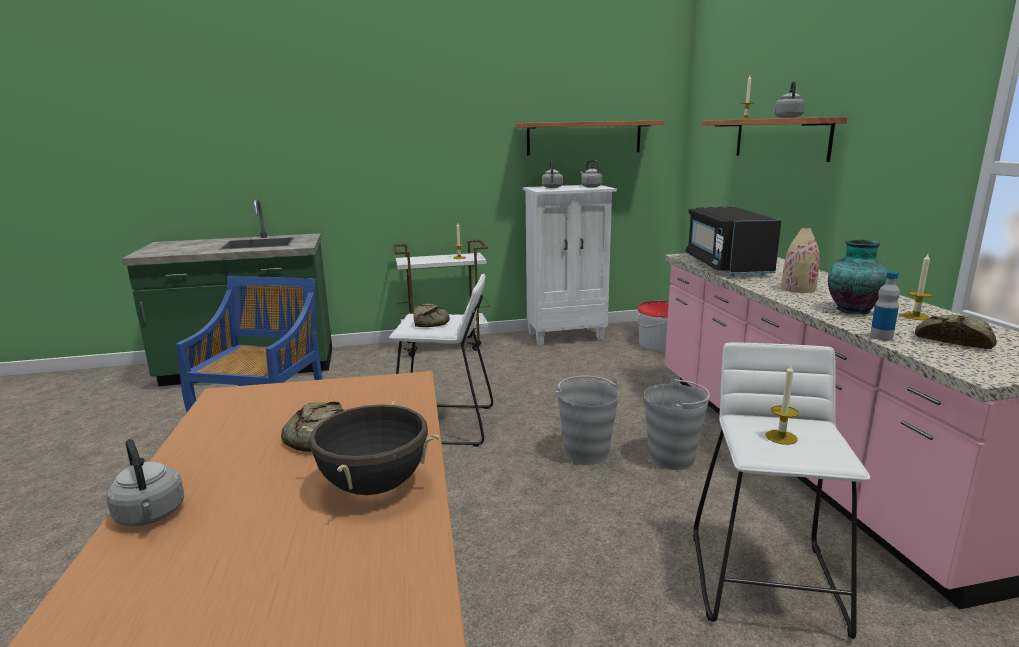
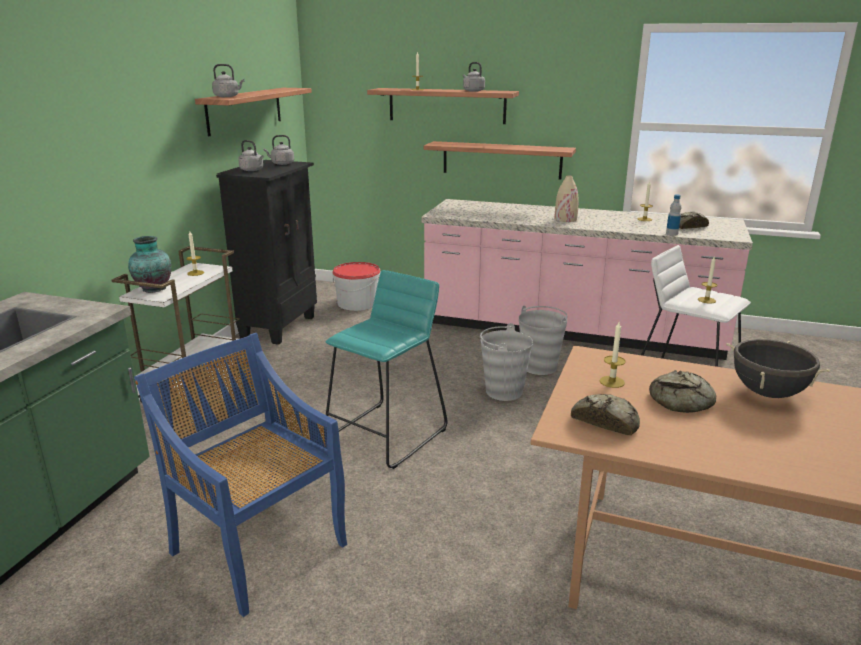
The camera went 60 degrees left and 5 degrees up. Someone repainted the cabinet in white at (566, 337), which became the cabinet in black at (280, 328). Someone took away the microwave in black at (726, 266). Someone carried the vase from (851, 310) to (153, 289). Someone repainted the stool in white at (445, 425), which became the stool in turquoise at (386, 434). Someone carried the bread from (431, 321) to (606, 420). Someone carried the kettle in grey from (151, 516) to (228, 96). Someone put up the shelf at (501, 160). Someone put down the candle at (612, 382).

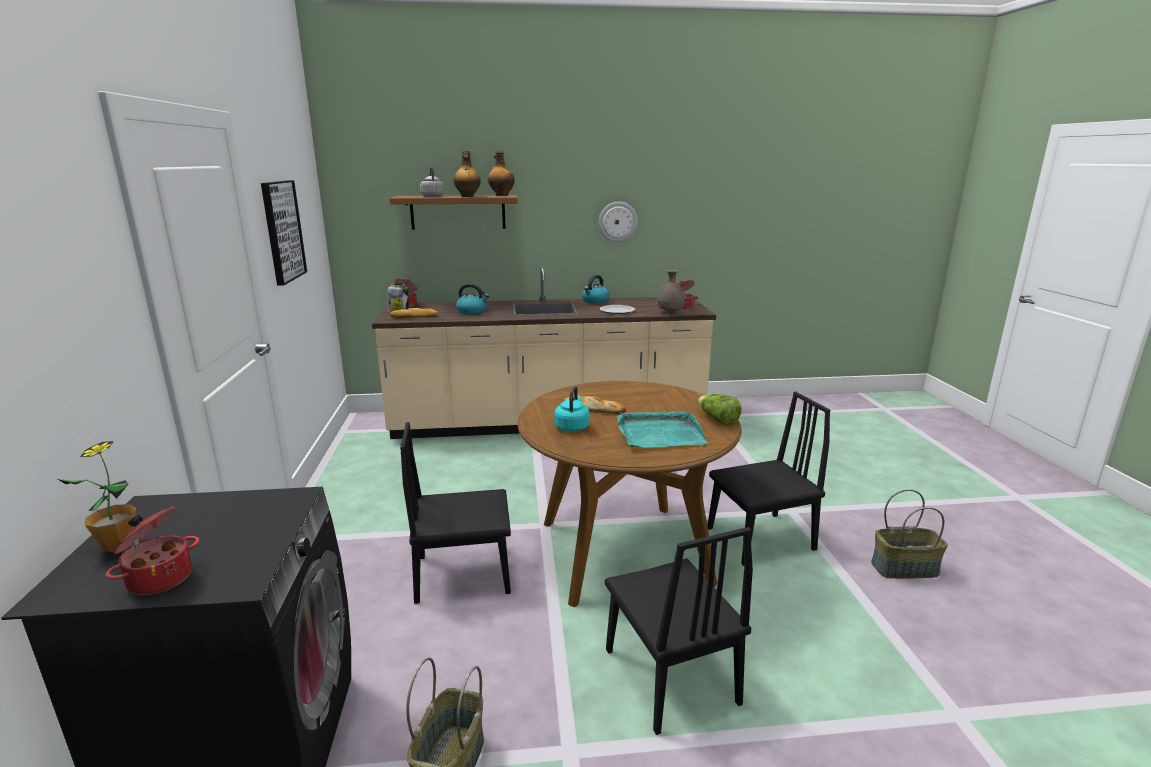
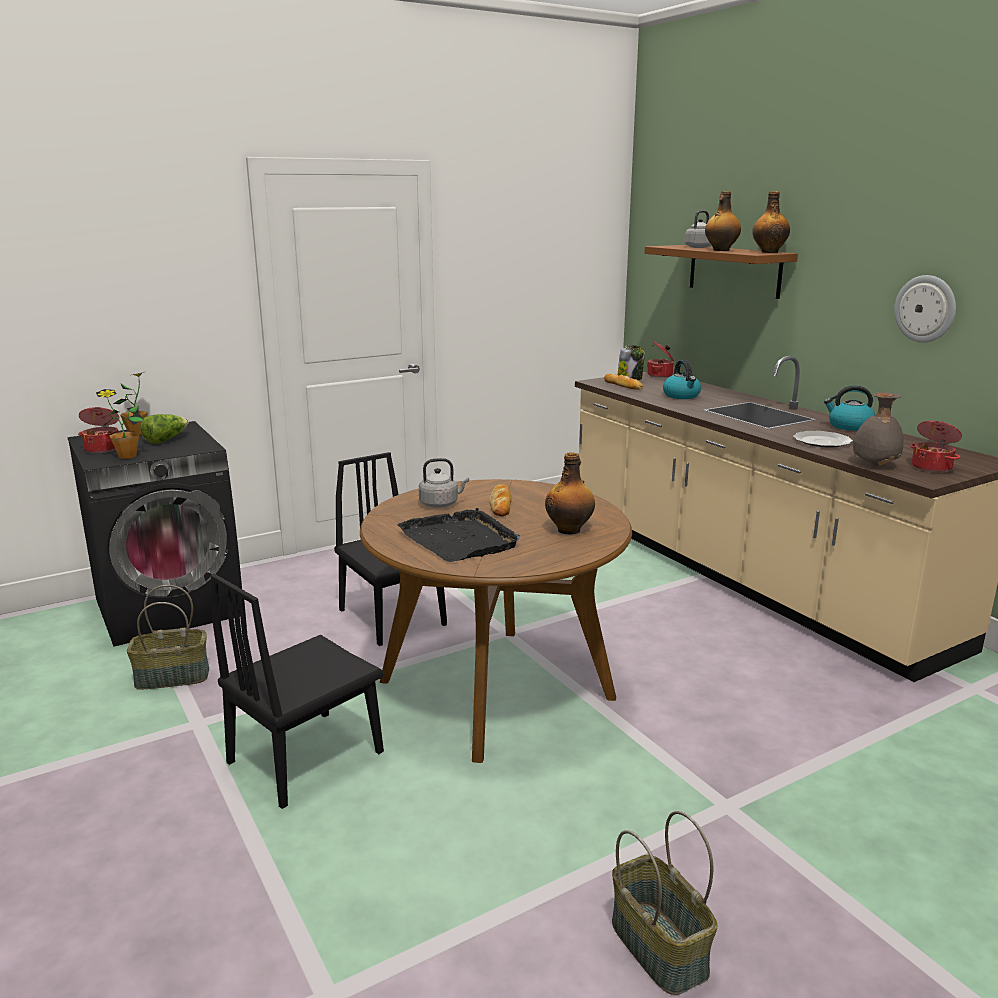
The camera went 65 degrees right and 0 degrees up. Someone took away the picture at (282, 231). Someone repainted the kettle in turquoise at (572, 427), which became the kettle in grey at (441, 504). Someone took away the chair in black at (760, 538). Someone carried the lettuce from (717, 420) to (165, 440). Someone repainted the tray in turquoise at (659, 433), which became the tray in black at (460, 539). Someone put down the potted plant at (127, 456). Someone put down the bottle at (569, 530).

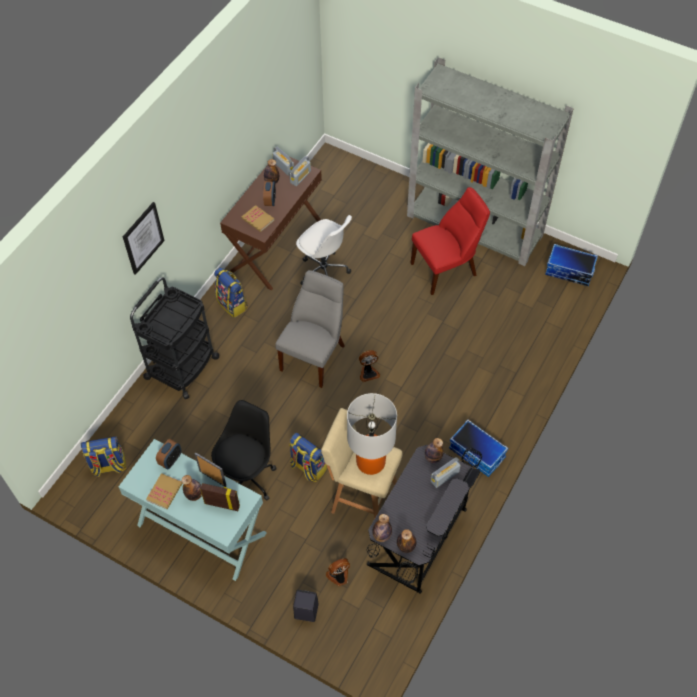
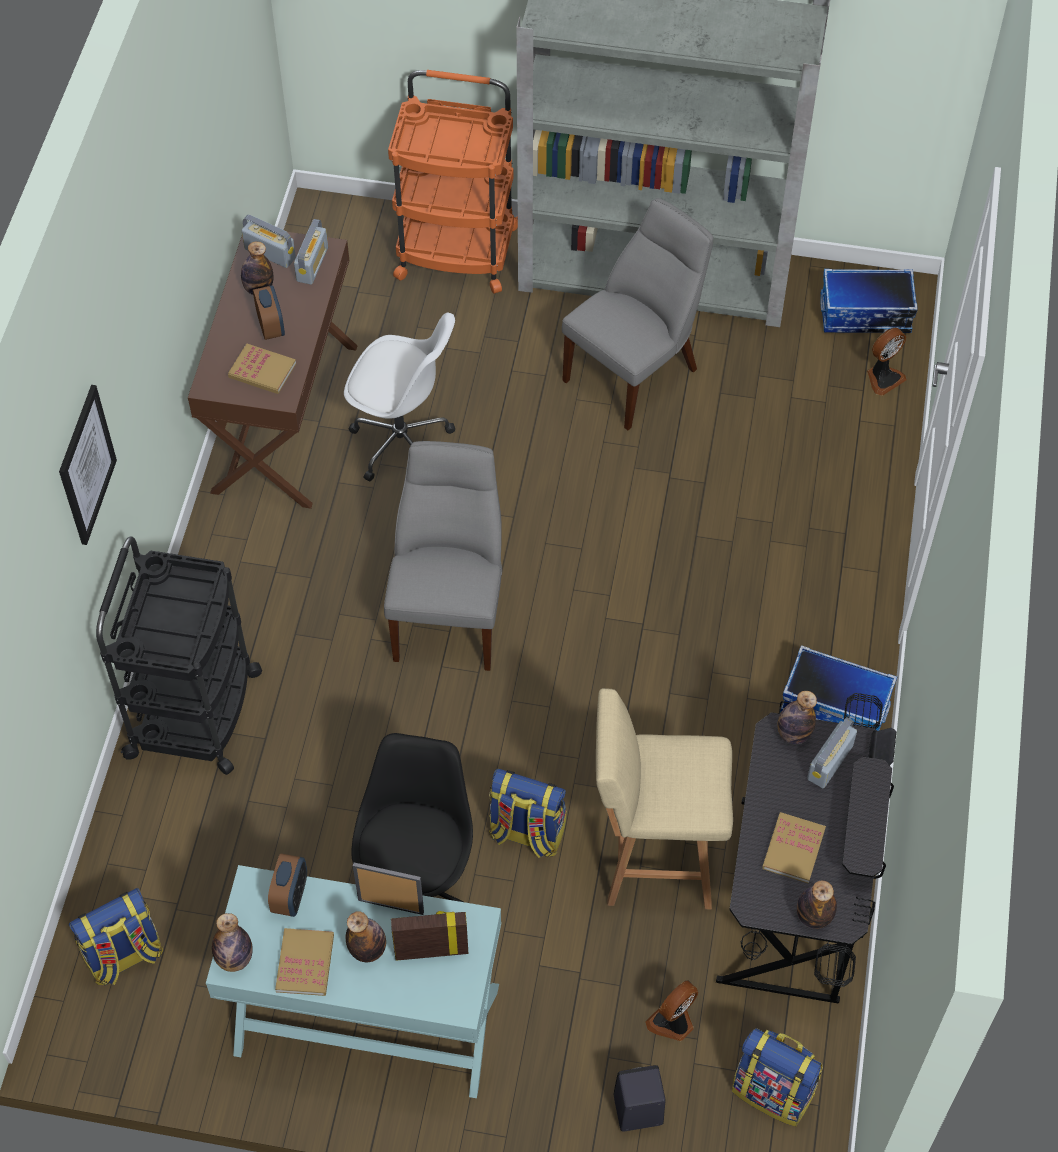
The camera went 20 degrees left and 0 degrees up. Someone repainted the chair in red at (446, 269), which became the chair in grey at (635, 372). Someone carried the backpack from (232, 304) to (774, 1091). Someone carried the fan from (368, 373) to (883, 377). Someone took away the table lamp at (370, 462). Someone carried the bottle from (381, 535) to (234, 959). Someone put down the cart in orange at (456, 253). Someone put down the book at (793, 849).

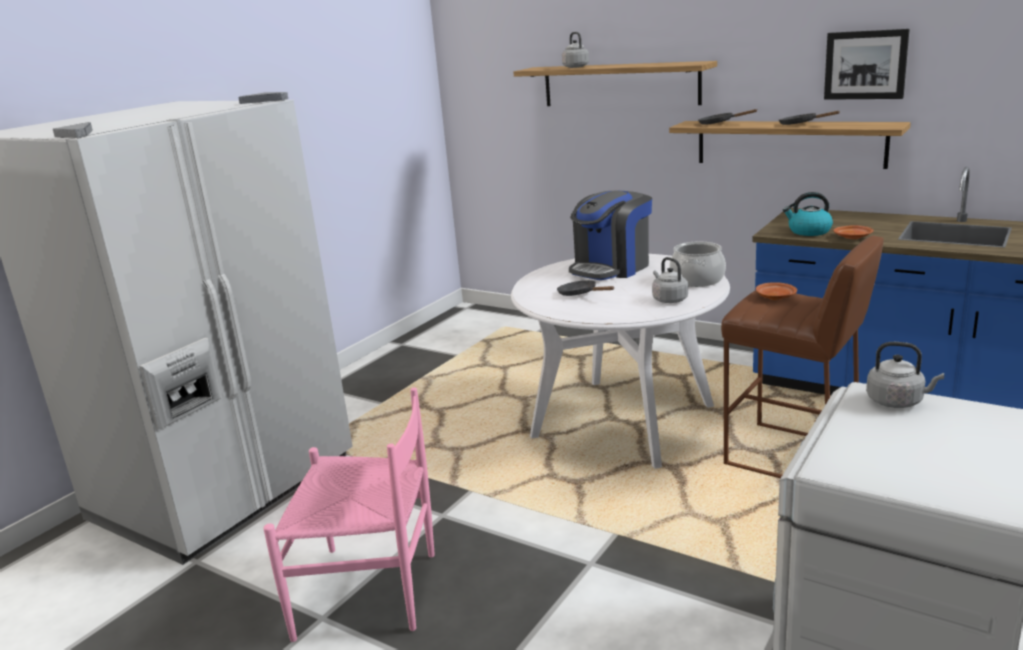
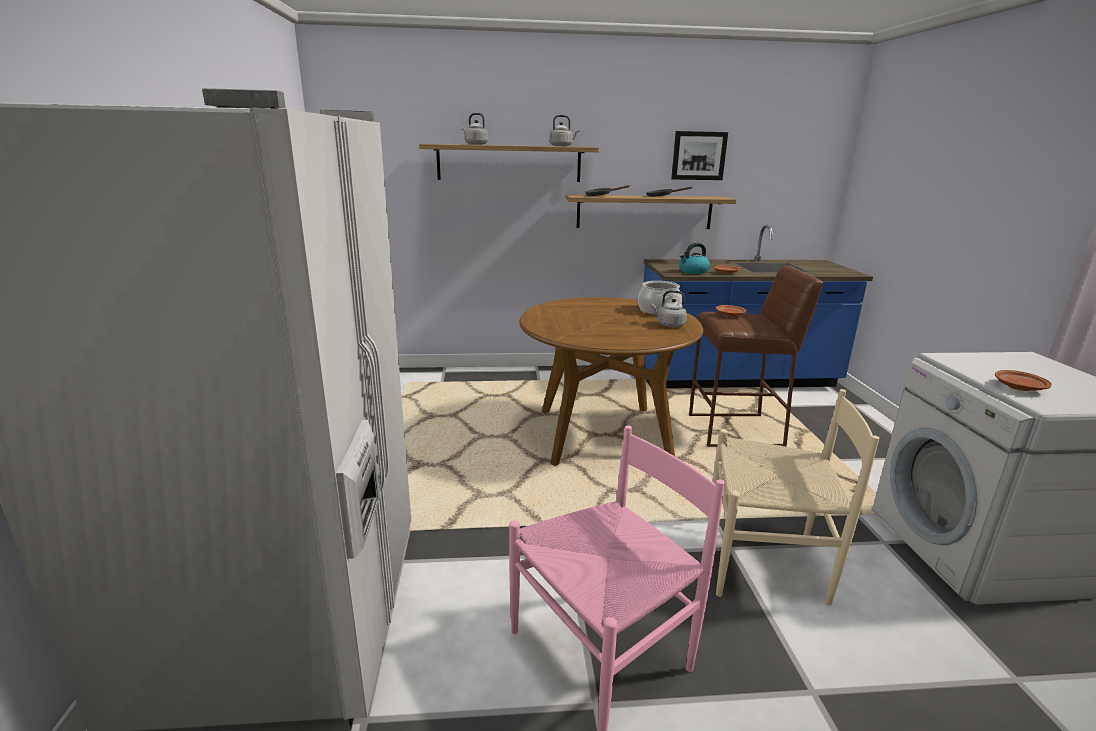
The camera went 40 degrees left and 0 degrees up. Someone took away the coffee machine at (611, 268). Someone repainted the dining table in white at (623, 421), which became the dining table in brown at (603, 435). Someone took away the frying pan in black at (580, 294). Someone carried the kettle in grey from (897, 401) to (562, 146). Someone put down the plate in brown at (1019, 387). Someone put down the chair in beige at (766, 561).

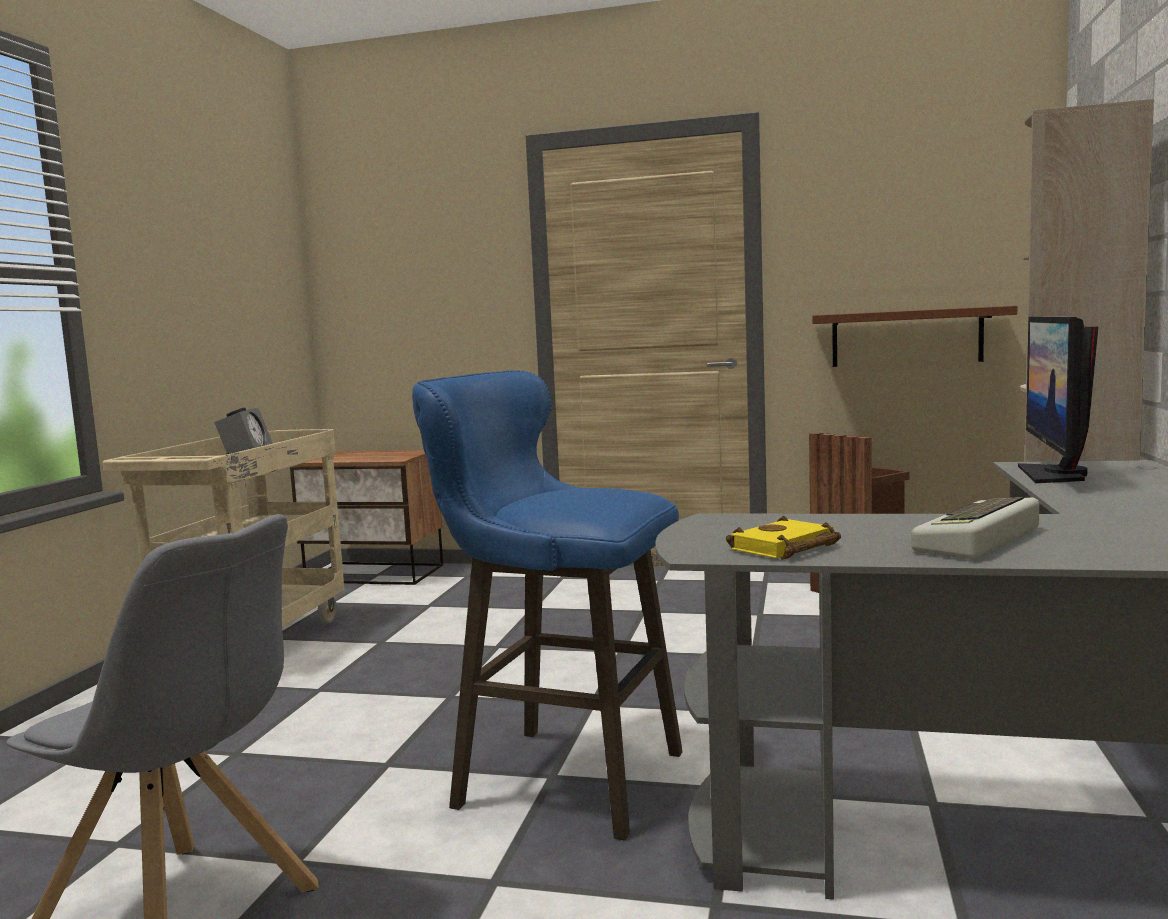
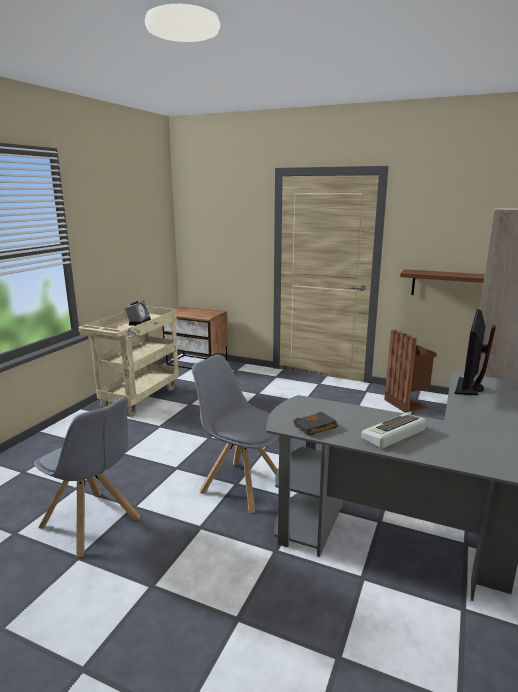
The camera went 10 degrees right and 10 degrees up. Someone swapped the stool in blue at (560, 777) for the chair in grey at (239, 485). Someone repainted the book in yellow at (784, 548), which became the book in black at (315, 427).

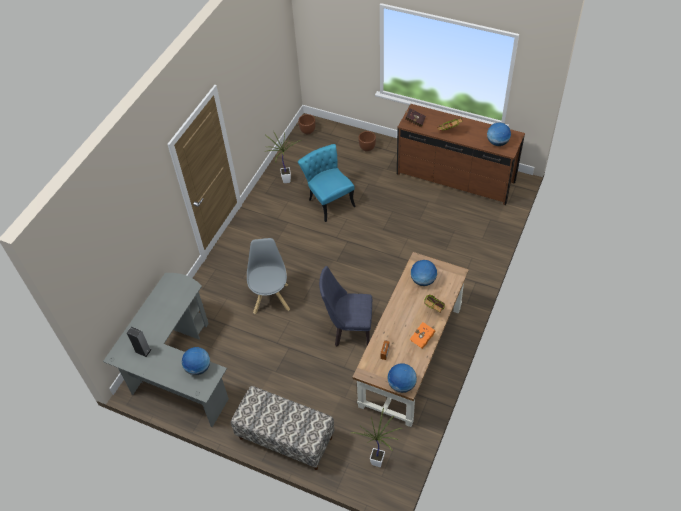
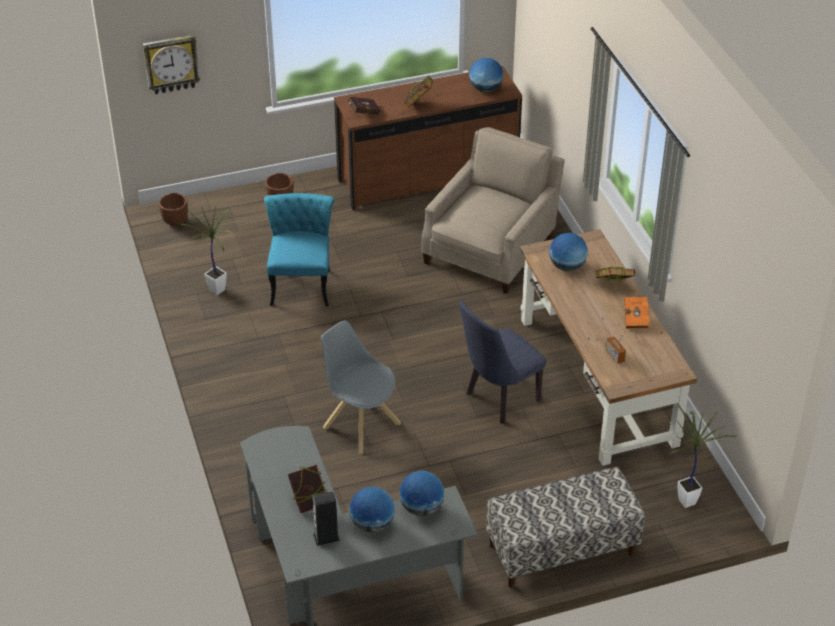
The camera went 45 degrees left and 10 degrees down. Someone rotated the chair in turquoise at (328, 200) by 75 degrees clockwise. Someone carried the globe from (401, 385) to (372, 524). Someone put up the wall clock at (171, 63). Someone put down the armchair in beige at (491, 248). Someone put down the book at (309, 502).

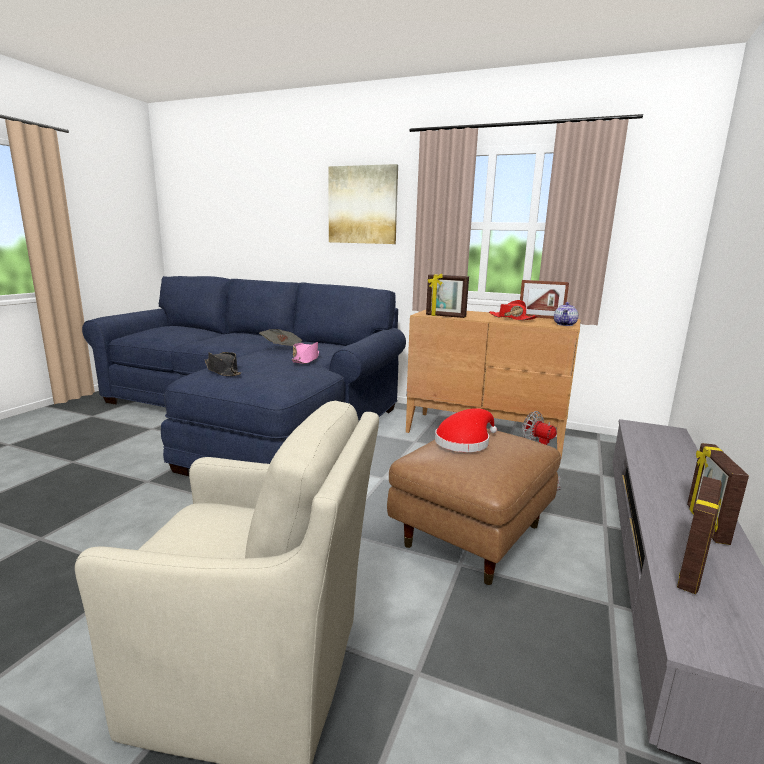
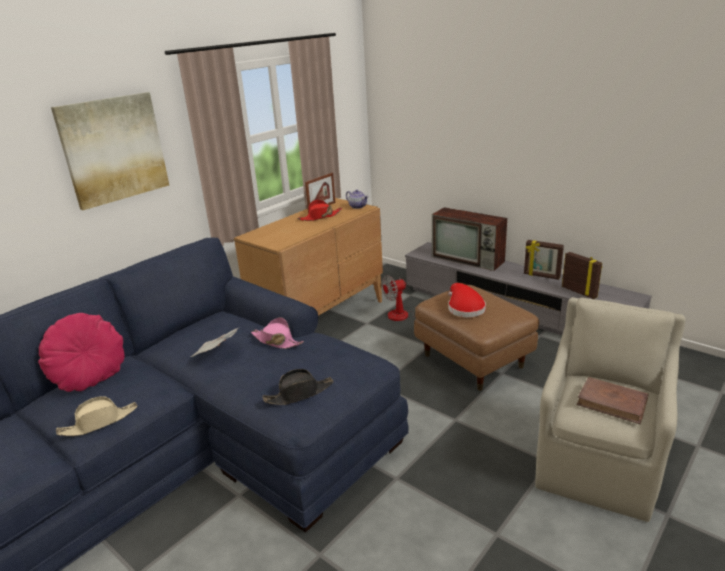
The camera went 70 degrees left and 10 degrees up. Someone took away the picture frame at (445, 316). Someone put down the television at (469, 259). Someone put down the pillow in pink at (91, 380). Someone put down the book in brown at (612, 403). Someone put down the hat in beige at (99, 422).

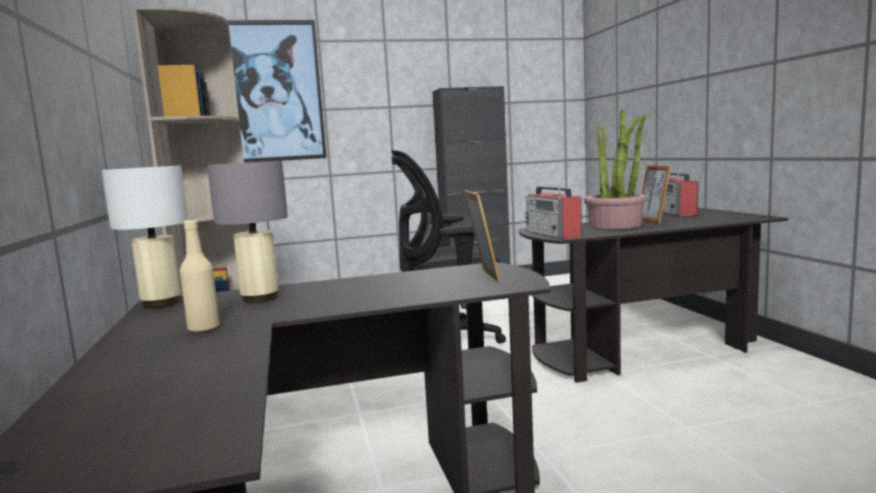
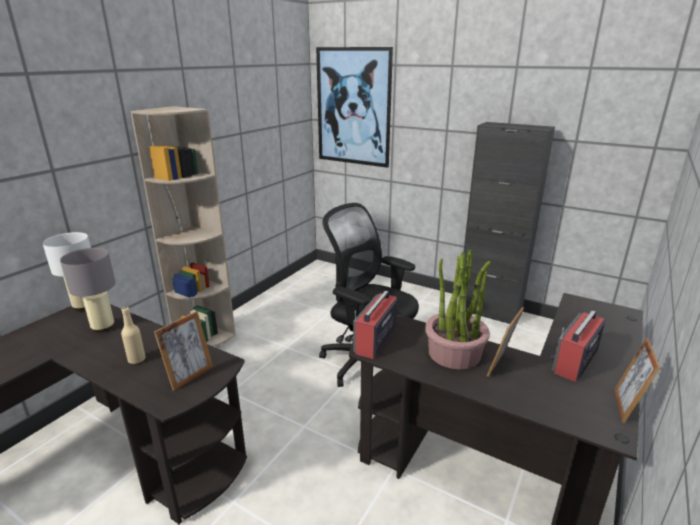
The camera went 45 degrees right and 15 degrees up. Someone carried the bottle in beige from (204, 328) to (137, 359). Someone put down the picture frame at (626, 407).

